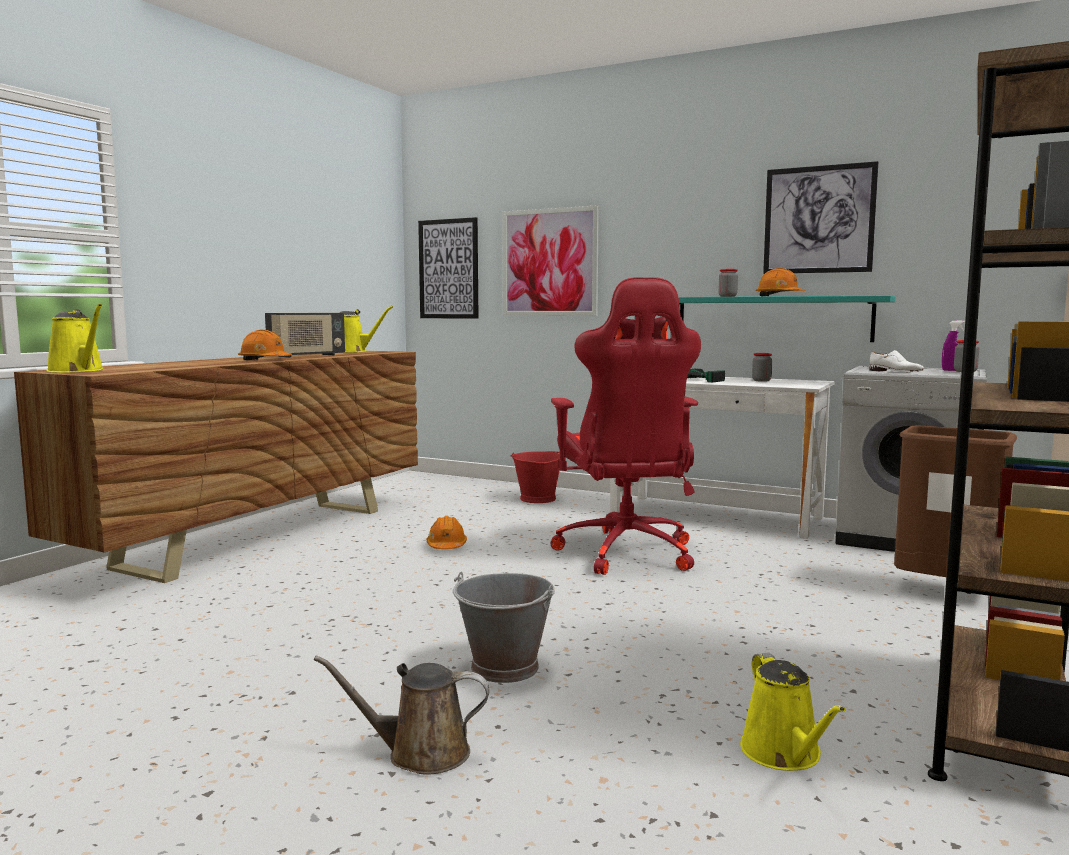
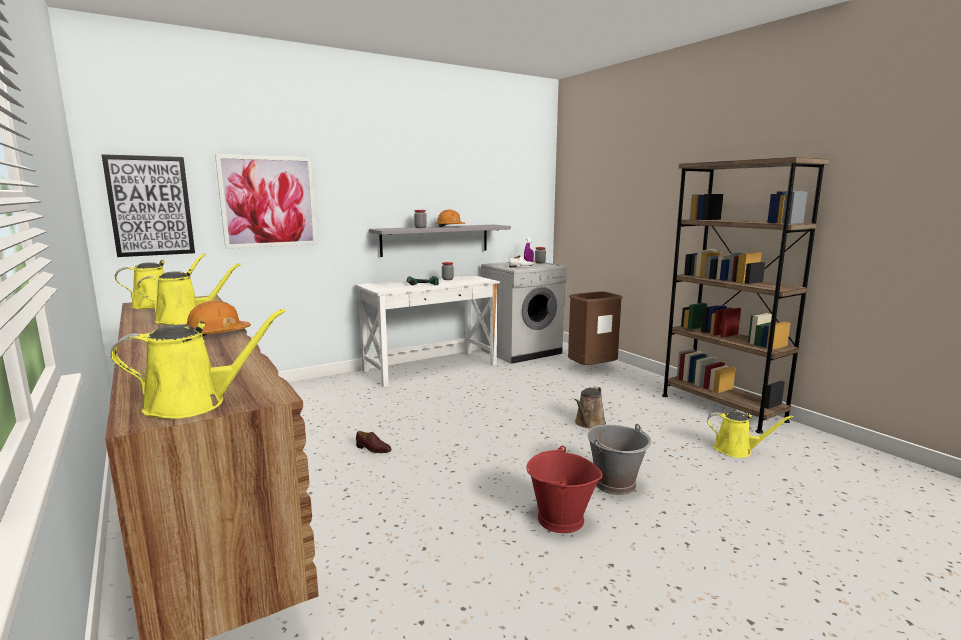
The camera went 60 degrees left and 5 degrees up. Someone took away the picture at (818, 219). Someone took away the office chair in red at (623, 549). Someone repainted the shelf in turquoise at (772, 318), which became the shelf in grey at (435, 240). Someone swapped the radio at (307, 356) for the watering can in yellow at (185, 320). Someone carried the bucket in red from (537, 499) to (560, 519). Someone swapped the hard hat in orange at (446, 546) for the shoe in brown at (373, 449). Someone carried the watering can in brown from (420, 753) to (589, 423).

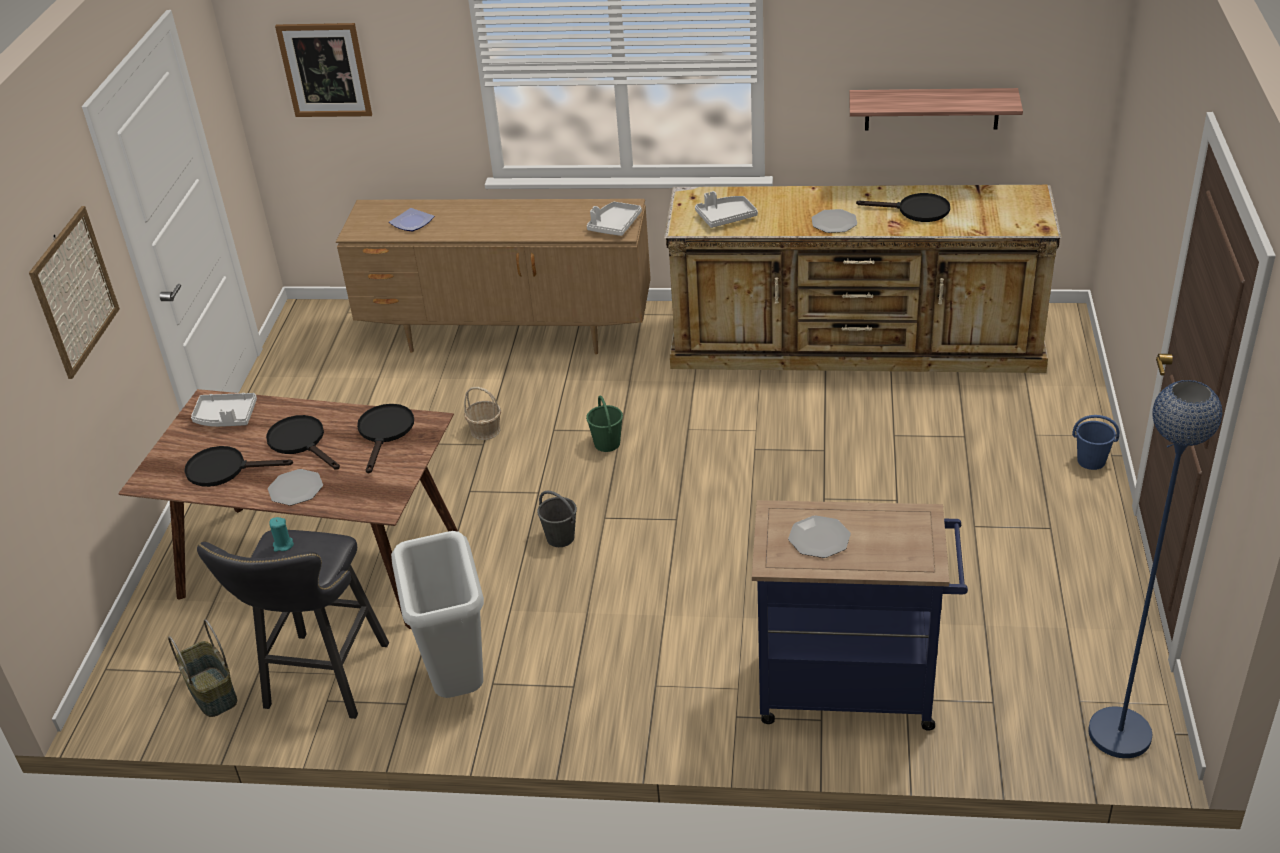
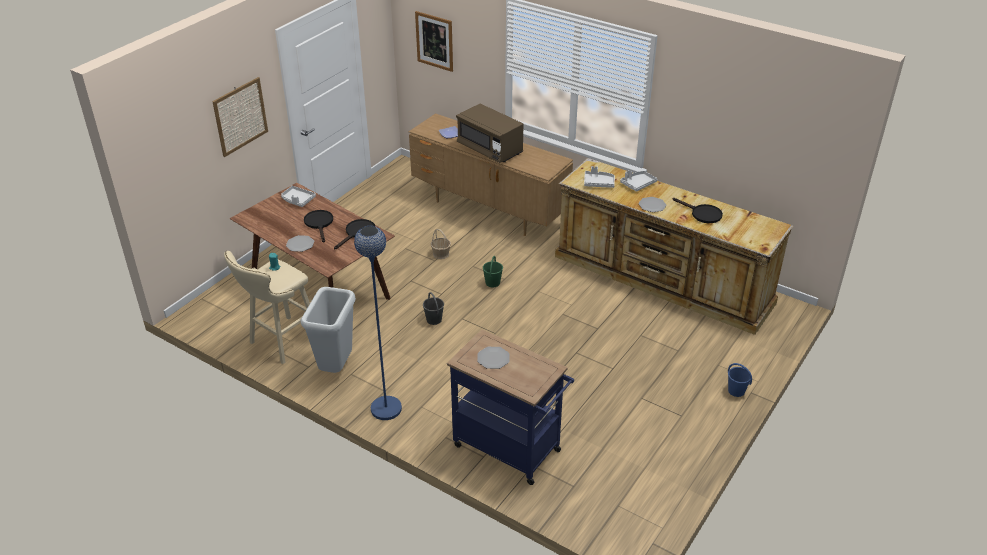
The camera went 25 degrees right and 0 degrees up. Someone took away the shelf at (931, 109). Someone carried the tray in grey from (614, 225) to (638, 184). Someone carried the floor lamp in blue from (1119, 735) to (386, 409). Someone took away the frying pan in black at (225, 469). Someone repainted the stool in black at (321, 687), which became the stool in beige at (279, 344). Someone took away the basket at (211, 692). Someone put down the microwave in brown at (490, 149).

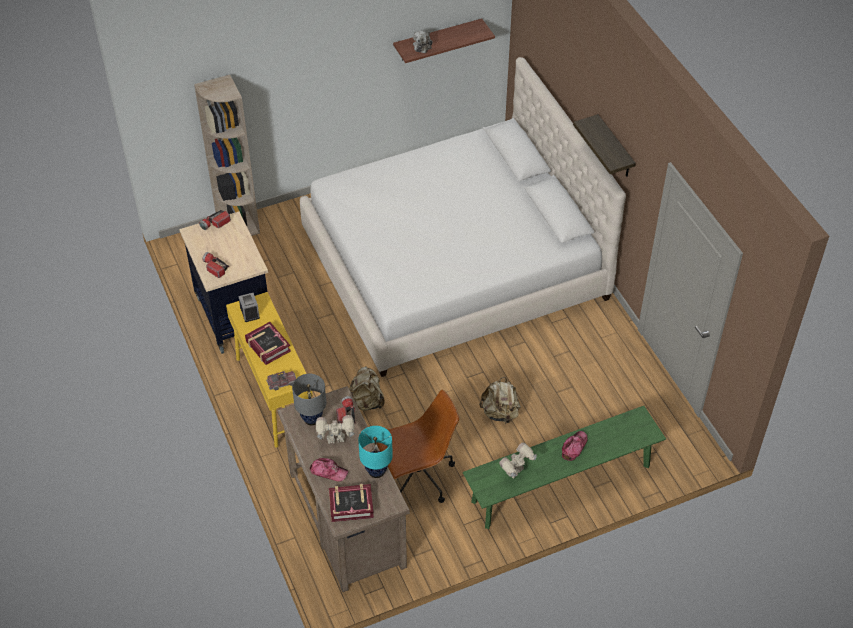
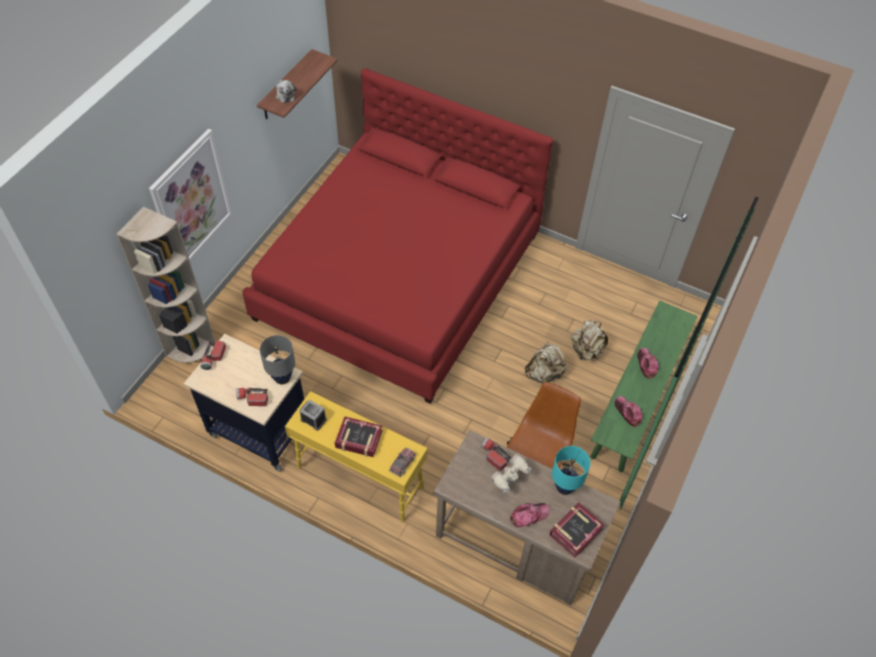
The camera went 40 degrees left and 5 degrees up. Someone repainted the bed in white at (454, 264), which became the bed in red at (399, 276). Someone took away the shelf at (615, 148). Someone carried the backpack in beige from (366, 402) to (586, 351). Someone carried the table lamp in grey from (312, 418) to (282, 377). Someone swapped the toy robot at (516, 472) for the cap at (628, 412). Someone put up the picture at (191, 201).

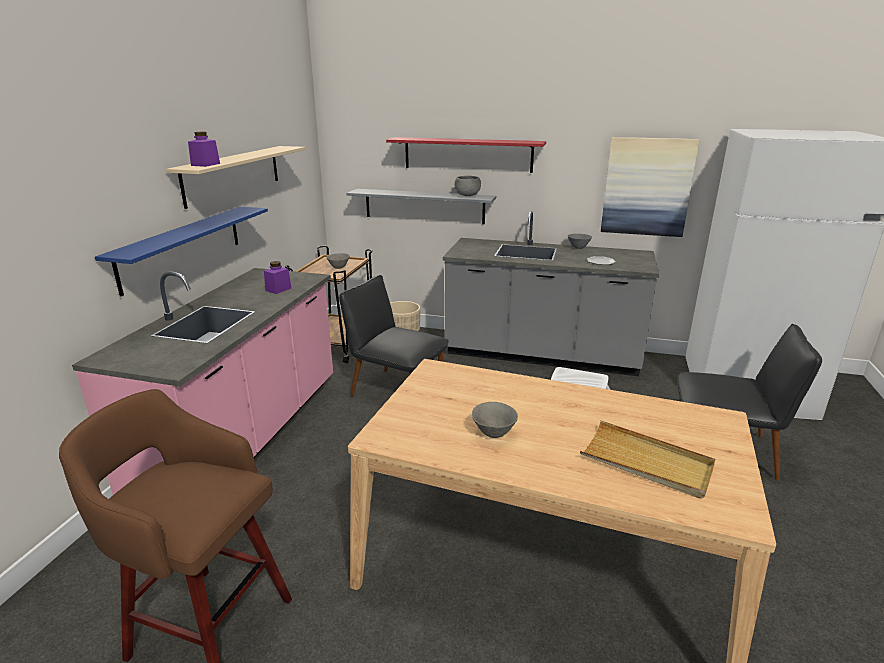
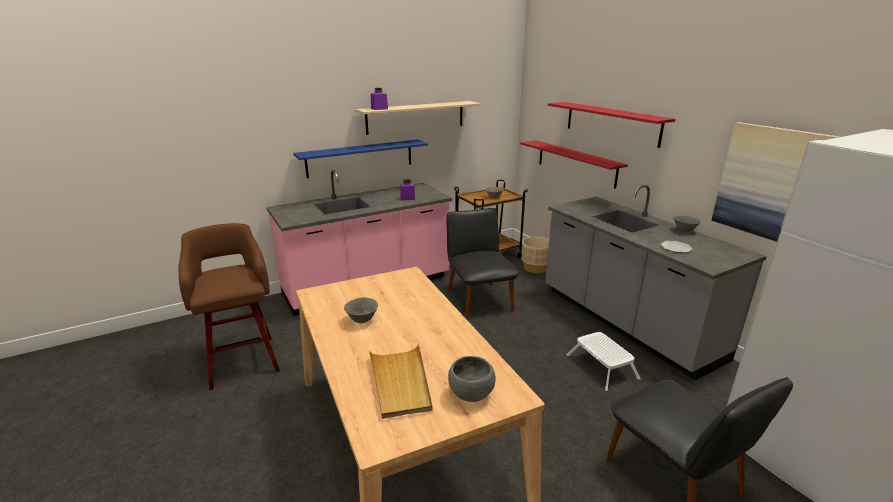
The camera went 45 degrees right and 0 degrees up. Someone carried the bowl in grey from (467, 196) to (471, 394). Someone repainted the shelf in grey at (424, 206), which became the shelf in red at (576, 163).

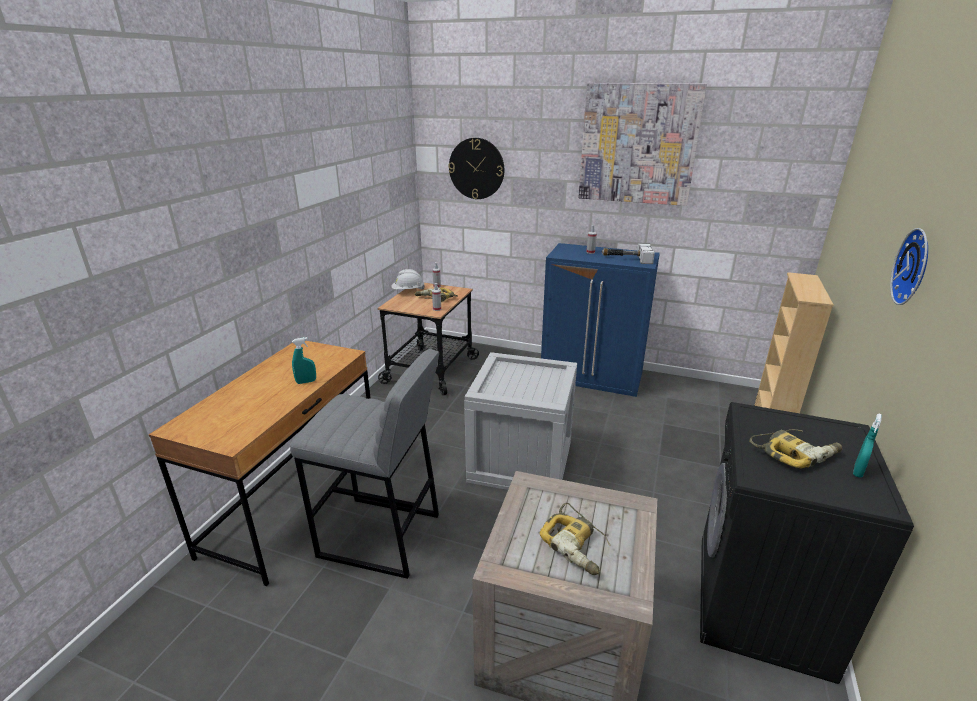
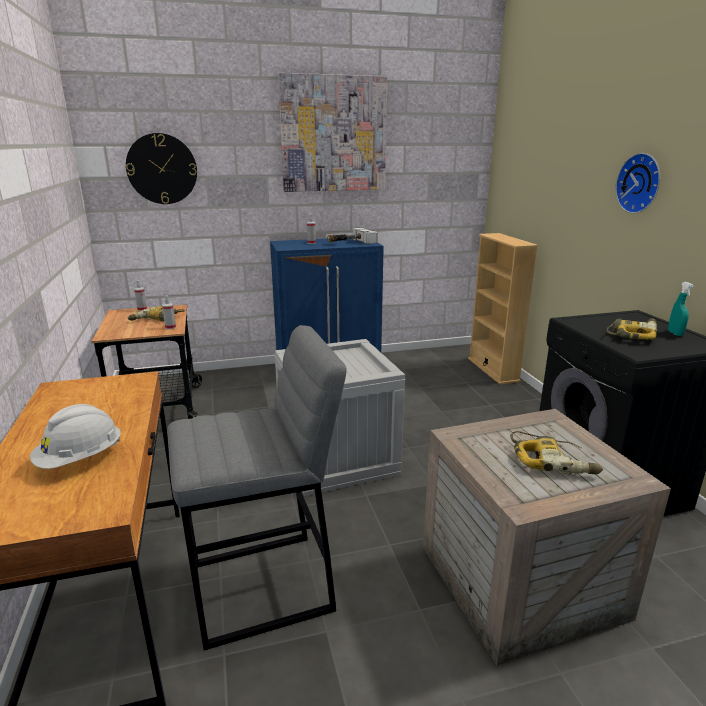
The camera went 35 degrees left and 5 degrees down. Someone carried the hard hat in white from (408, 291) to (81, 459). Someone took away the spray bottle in turquoise at (306, 382).

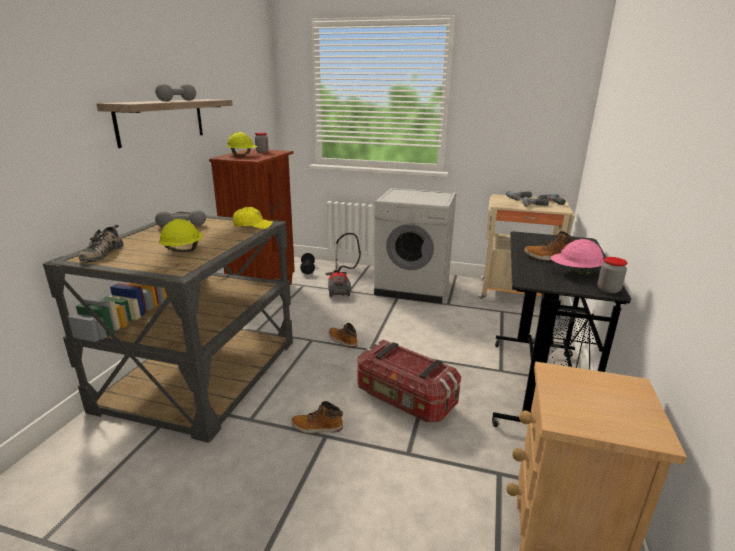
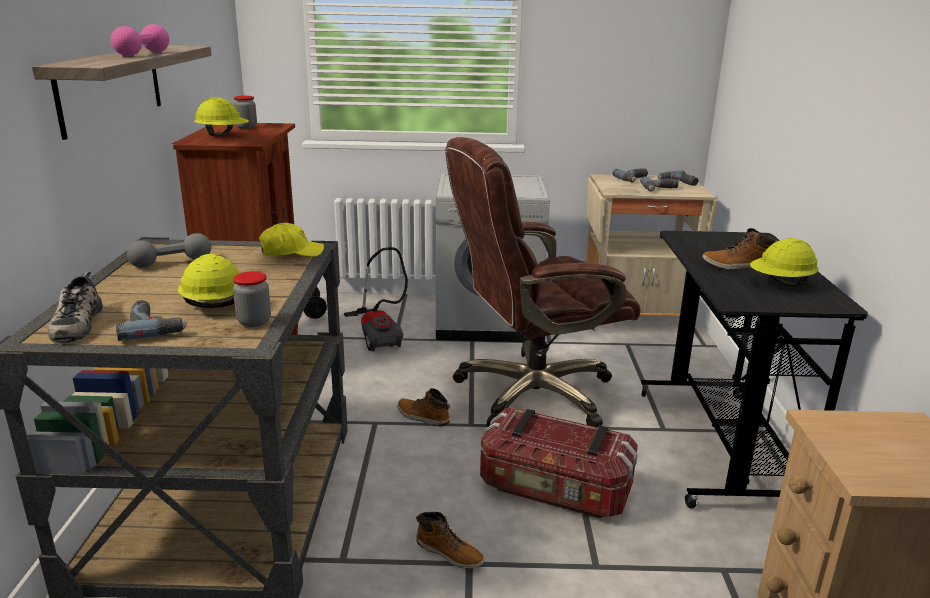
The camera went 15 degrees left and 0 degrees up. Someone repainted the dumbbell in grey at (177, 101), which became the dumbbell in pink at (143, 54). Someone repainted the hard hat in pink at (574, 272), which became the hard hat in yellow at (781, 283). Someone carried the jar from (608, 290) to (254, 321). Someone rotated the boot at (317, 427) by 135 degrees counterclockwise. Someone put down the office chair in brown at (534, 392). Someone put down the power drill at (154, 326).

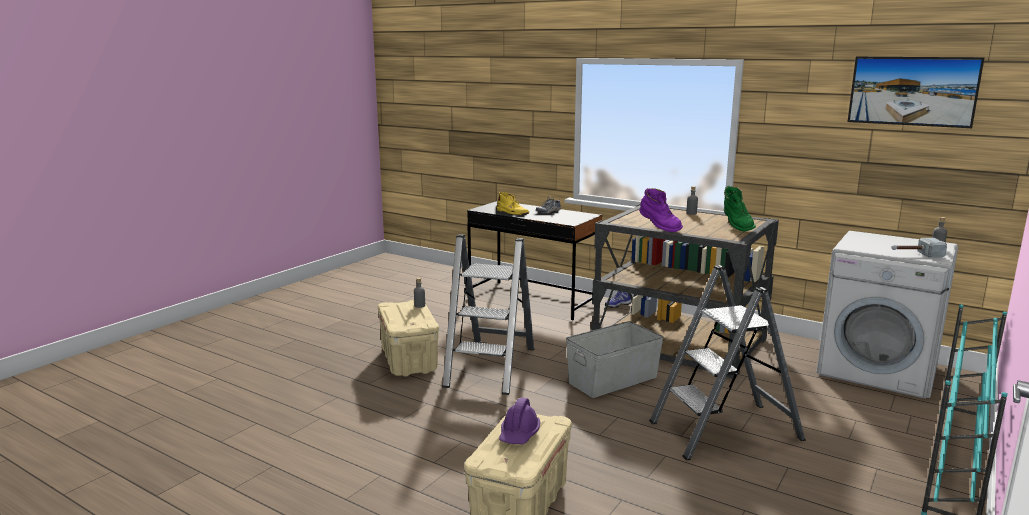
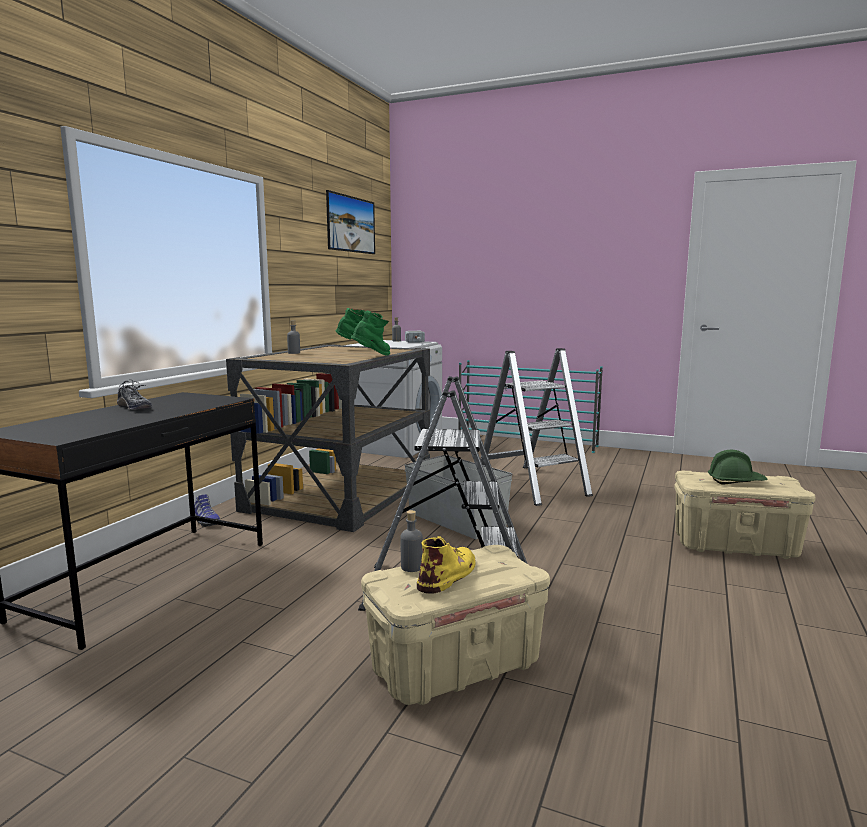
The camera went 100 degrees left and 5 degrees down. Someone repainted the boot in purple at (658, 228), which became the boot in green at (372, 356). Someone carried the boot in yellow from (512, 212) to (448, 574). Someone repainted the hard hat in purple at (519, 434), which became the hard hat in green at (735, 481).

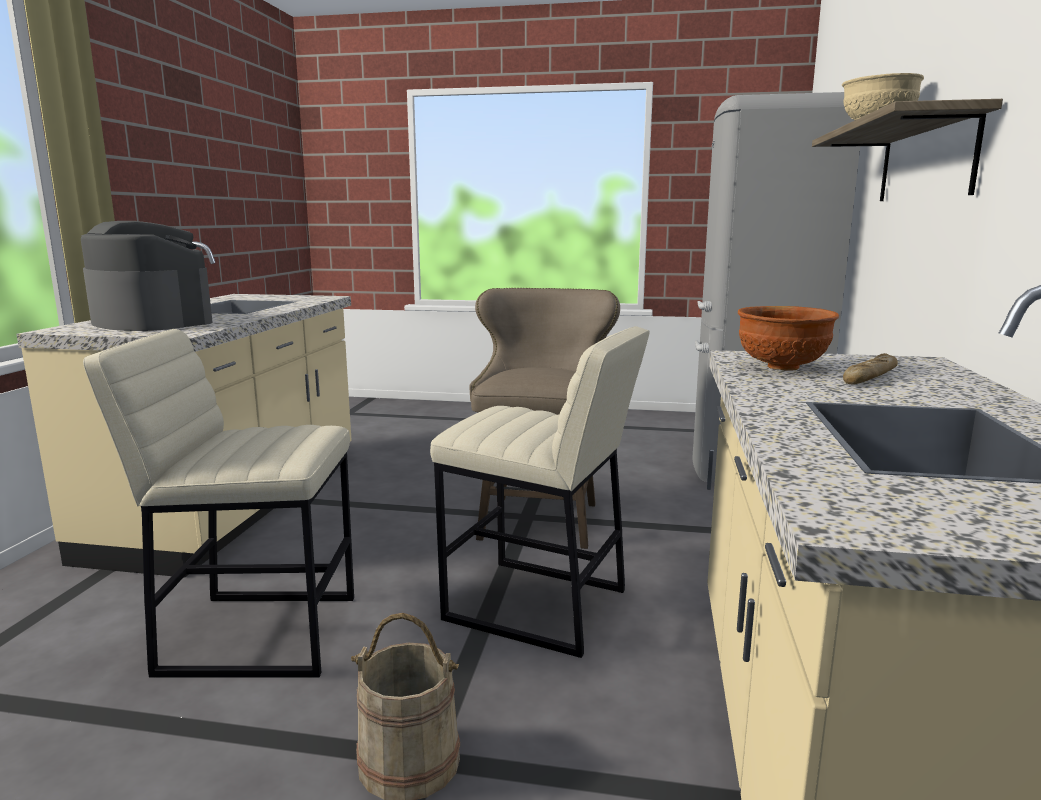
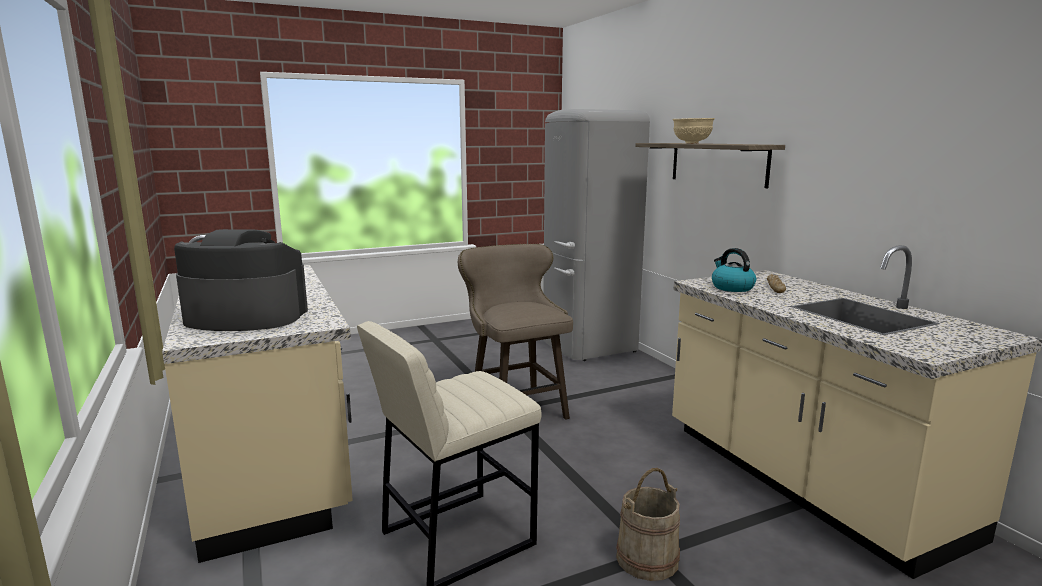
The camera went 35 degrees left and 0 degrees up. Someone swapped the bowl in brown at (781, 367) for the kettle at (731, 287). Someone took away the chair in beige at (541, 605).

